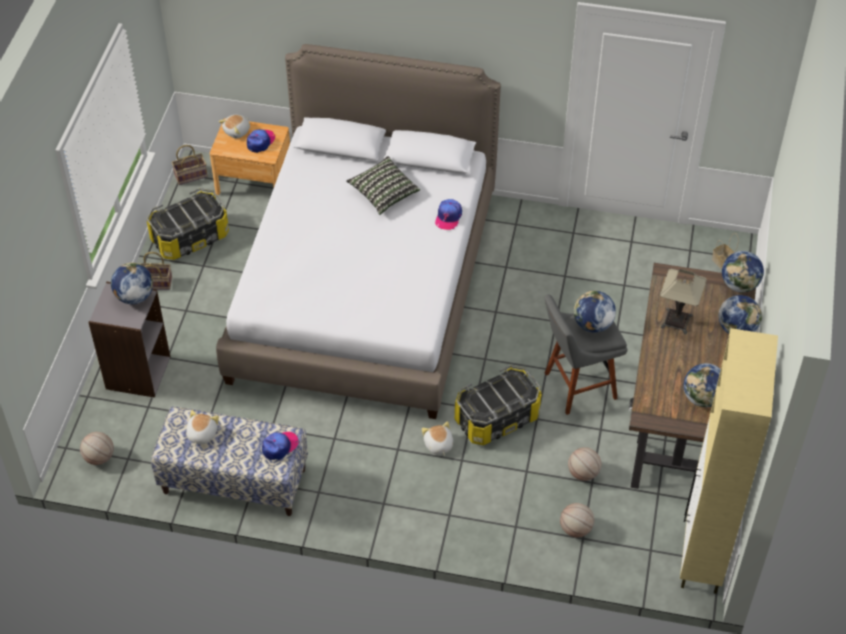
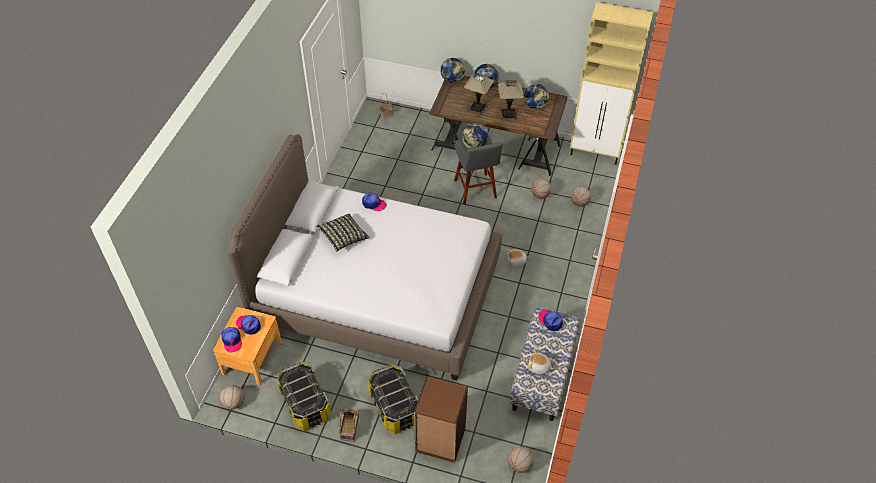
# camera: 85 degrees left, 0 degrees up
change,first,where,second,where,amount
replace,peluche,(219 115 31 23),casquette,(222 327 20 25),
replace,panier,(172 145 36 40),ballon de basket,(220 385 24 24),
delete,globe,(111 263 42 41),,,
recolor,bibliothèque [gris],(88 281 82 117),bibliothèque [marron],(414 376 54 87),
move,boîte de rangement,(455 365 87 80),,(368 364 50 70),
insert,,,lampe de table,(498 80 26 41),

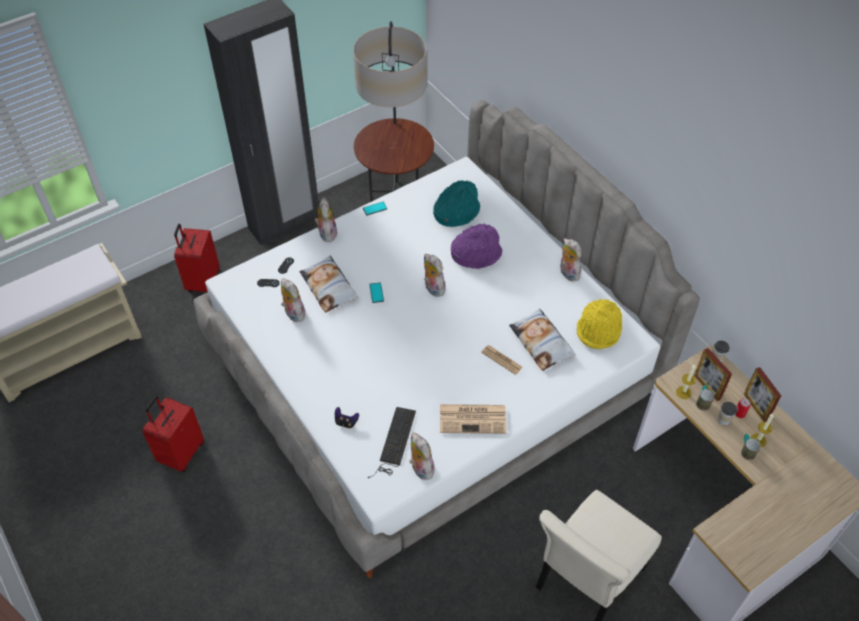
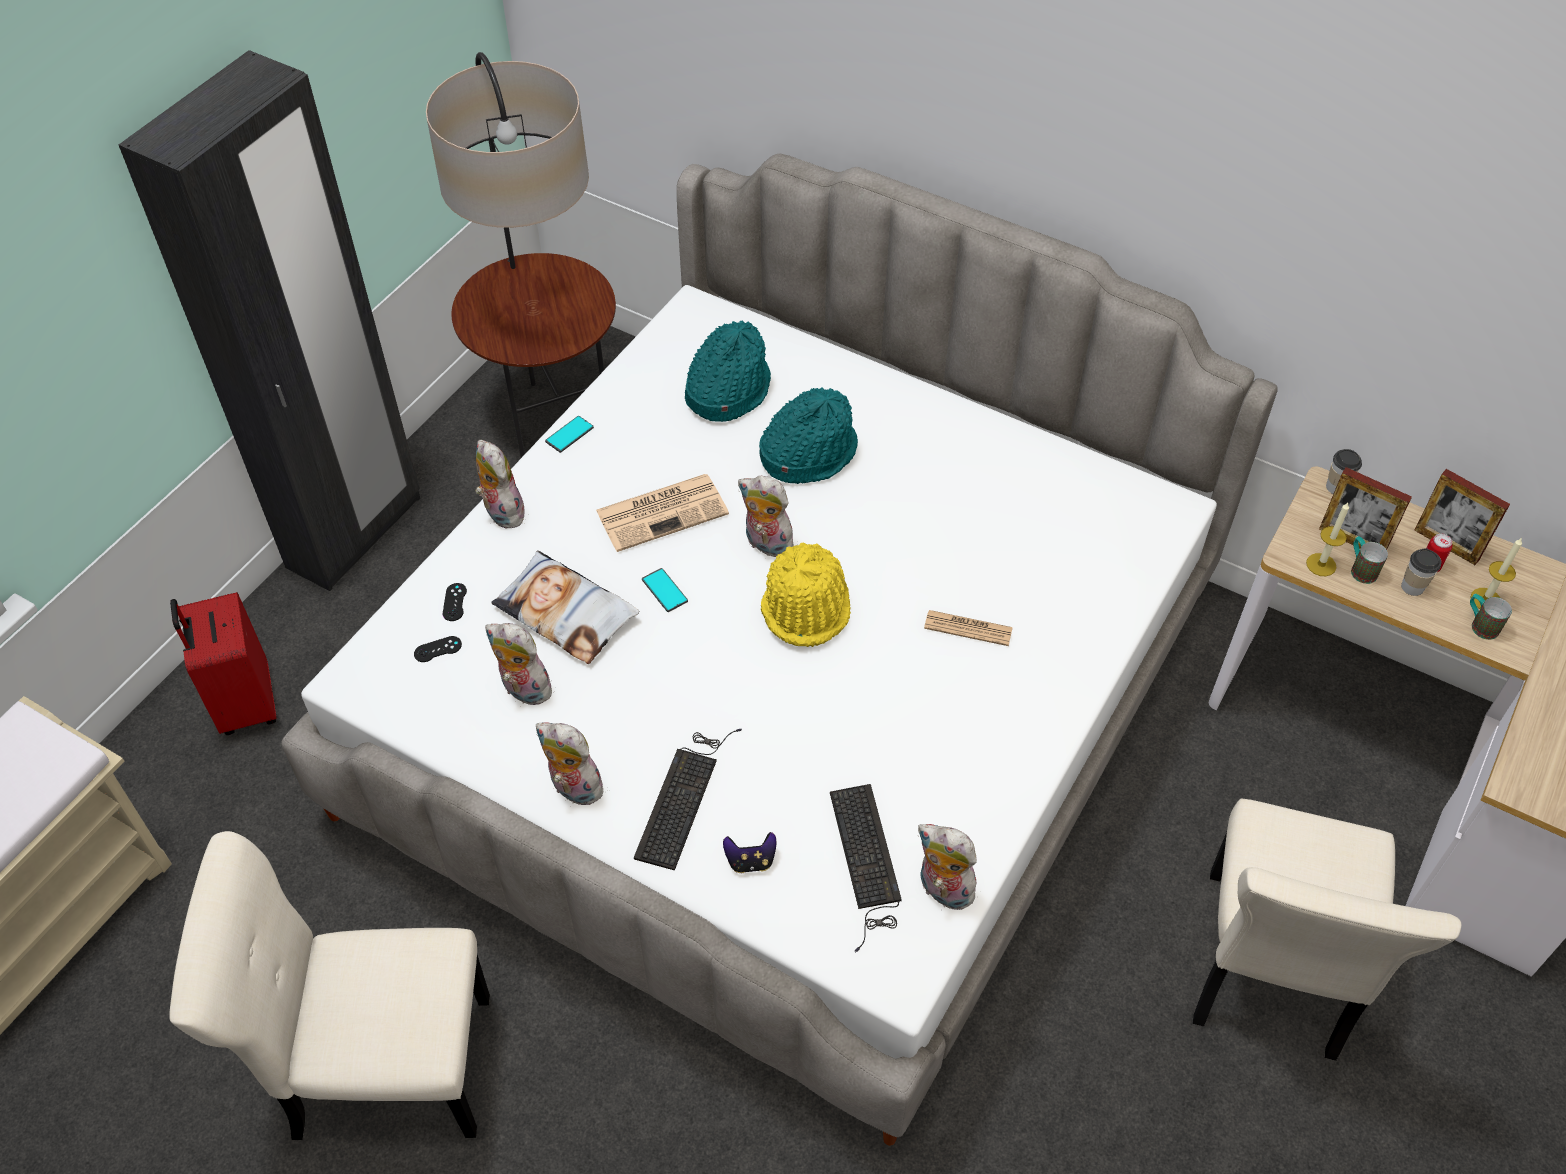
# camera: 25 degrees left, 0 degrees up
change,first,where,second,where,amount
recolor,chapeau [violet],(451 223 51 46),chapeau [turquoise],(759 387 99 97),
move,peluche,(560 238 22 44),,(536 722 67 85),
move,chapeau [jaune],(577 299 45 50),,(761 543 90 104),
delete,coussin,(509 308 67 63),,,
replace,valise [rouge],(142 396 62 76),chaise [beige],(170 831 320 309),
move,journal,(440 404 66 30),,(596 474 133 78),
insert,,,clavier,(634 729 108 142),

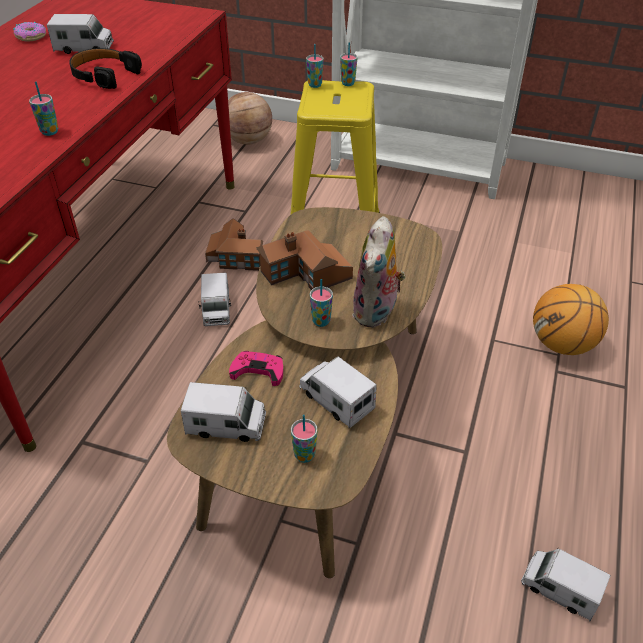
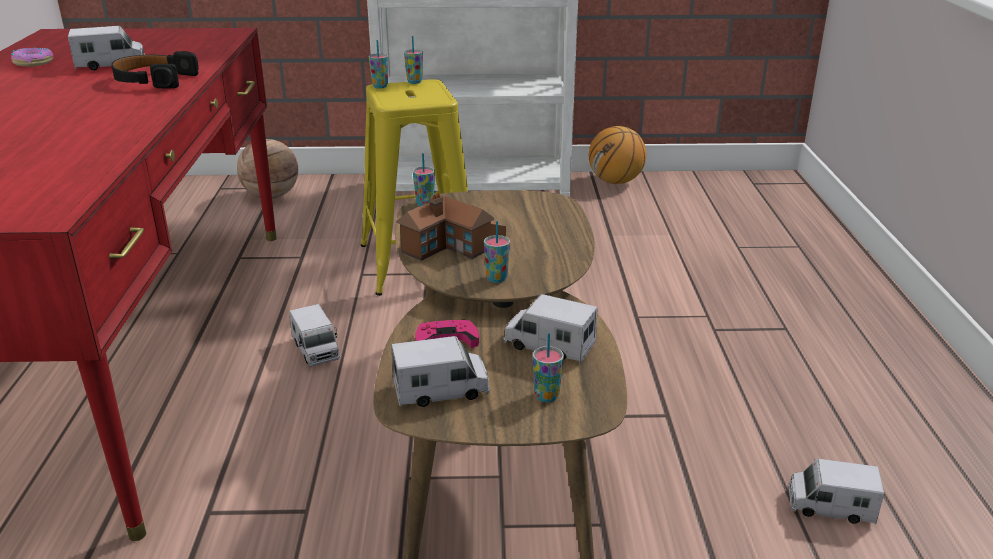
# camera: 20 degrees left, 15 degrees down
change,first,where,second,where,amount
move,tasse,(29 82 29 54),,(413 153 22 53),
delete,peluche,(352 216 54 112),,,
delete,maison miniature,(205 218 58 53),,,
move,ballon de basket,(533 284 76 71),,(589 126 57 58),

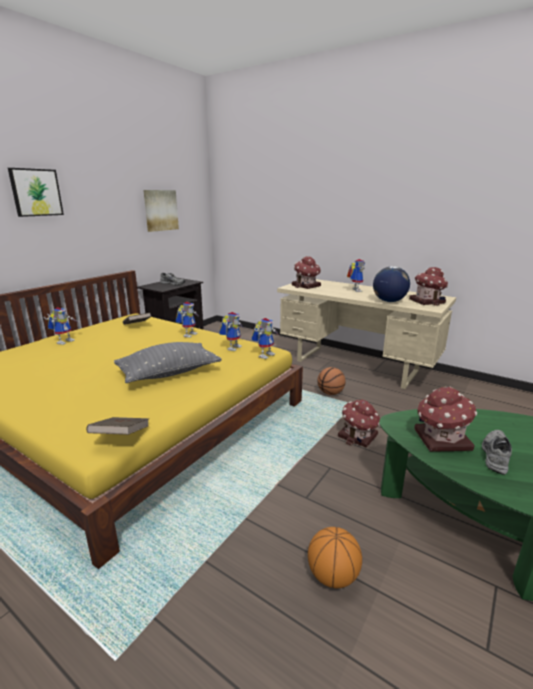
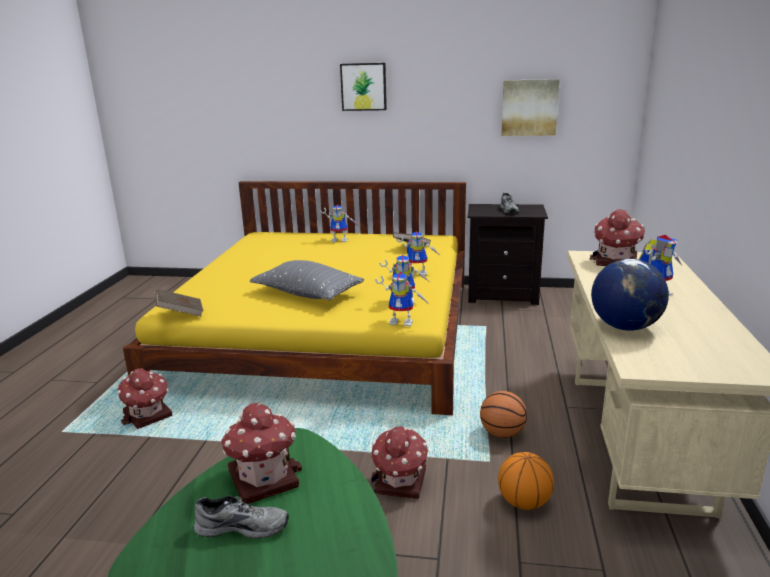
# camera: 65 degrees right, 0 degrees up
change,first,where,second,where,amount
move,maison miniature,(409 267 39 39),,(117 369 55 60),
move,ballon de basket,(308 527 54 61),,(498 452 56 58),

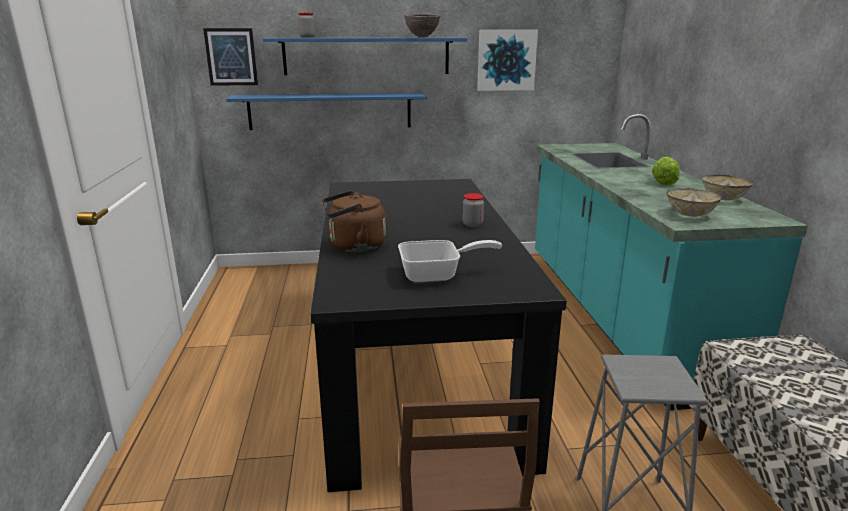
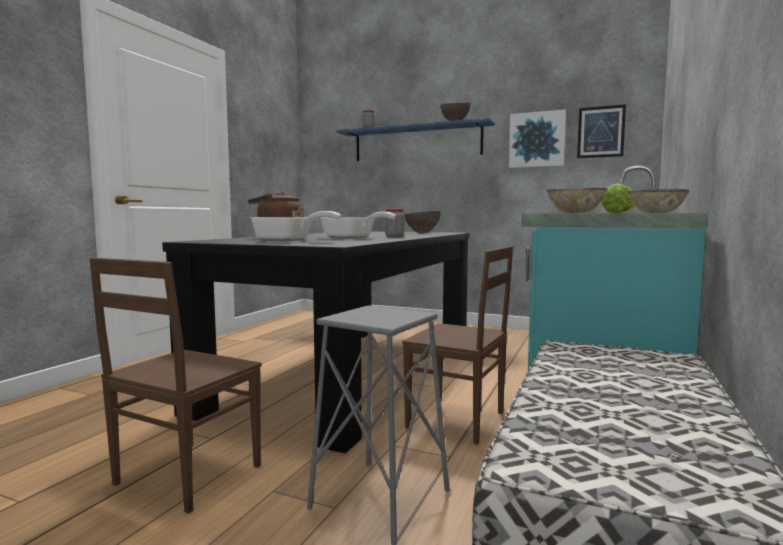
# camera: 30 degrees right, 15 degrees down
change,first,where,second,where,amount
move,tableau,(203 28 55 58),,(577 104 49 54),
delete,étagère [bleu],(226 93 200 37),,,
insert,,,bol [marron],(404 210 37 23),
insert,,,poêle,(321 212 75 27),
insert,,,chaise [marron],(402 246 111 199),

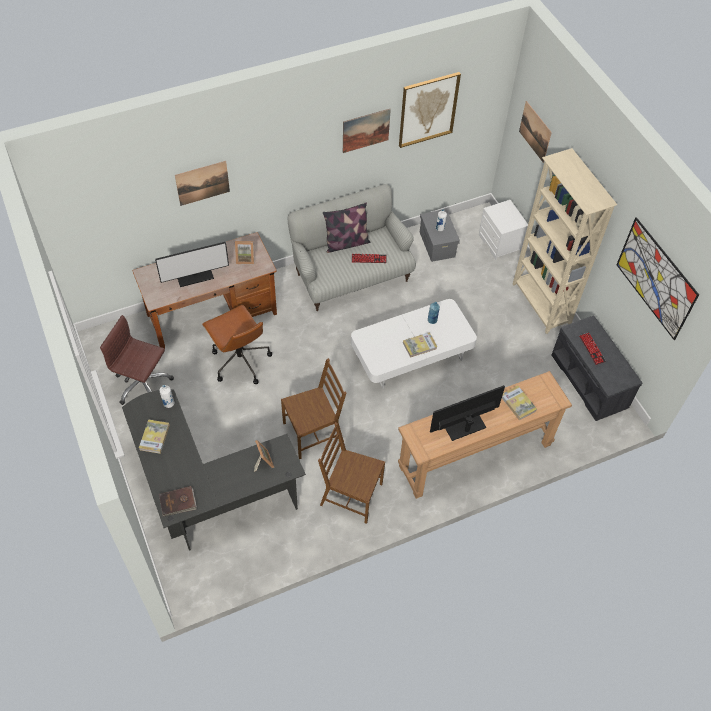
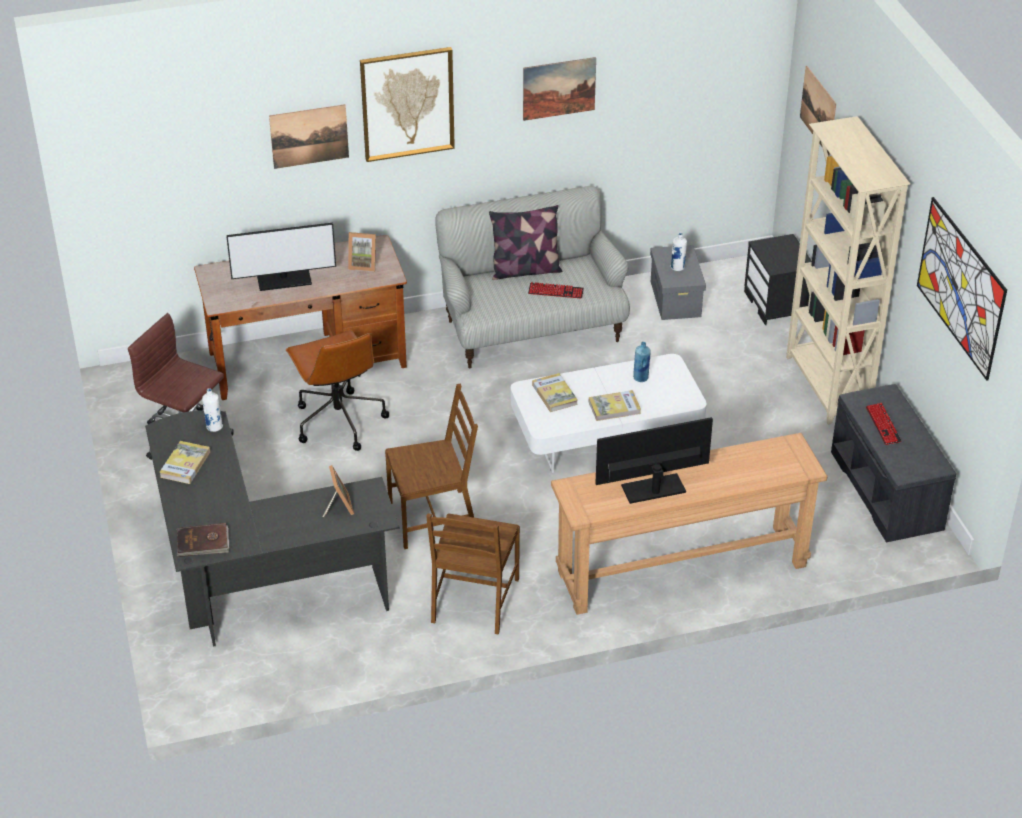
# camera: 10 degrees right, 15 degrees down
change,first,where,second,where,amount
move,tableau,(399 72 62 76),,(360 47 95 115),
recolor,table de chevet [blanc],(479 200 49 60),table de chevet [noir],(744 234 68 91),
move,livre,(502 386 35 34),,(532 373 46 39),
rotate,chaise [marron],(318 422 67 102),,(426 513 94 122),105 degrees counterclockwise

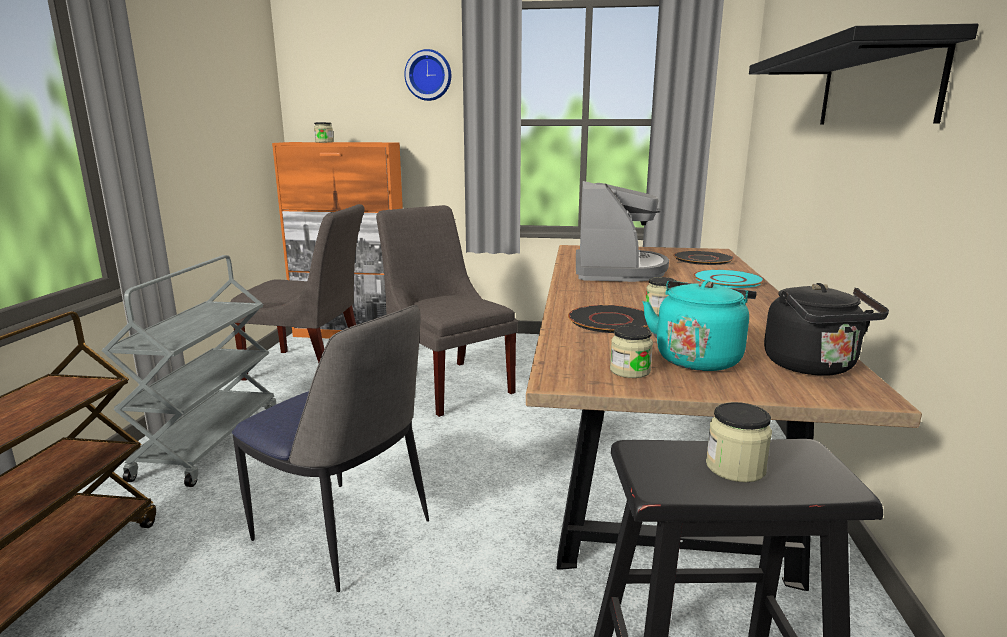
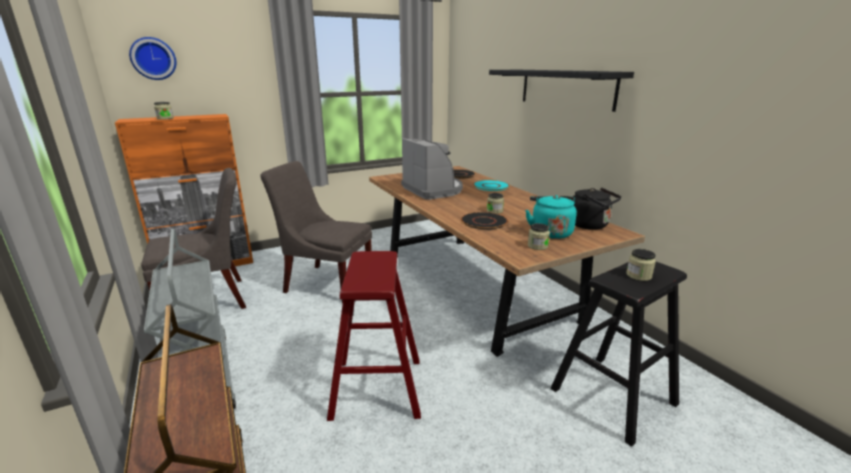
# camera: 35 degrees left, 5 degrees up
change,first,where,second,where,amount
move,horloge murale,(404 49 47 52),,(129 37 47 43),
replace,chaise,(232 305 197 287),tabouret [rouge],(327 251 94 170),

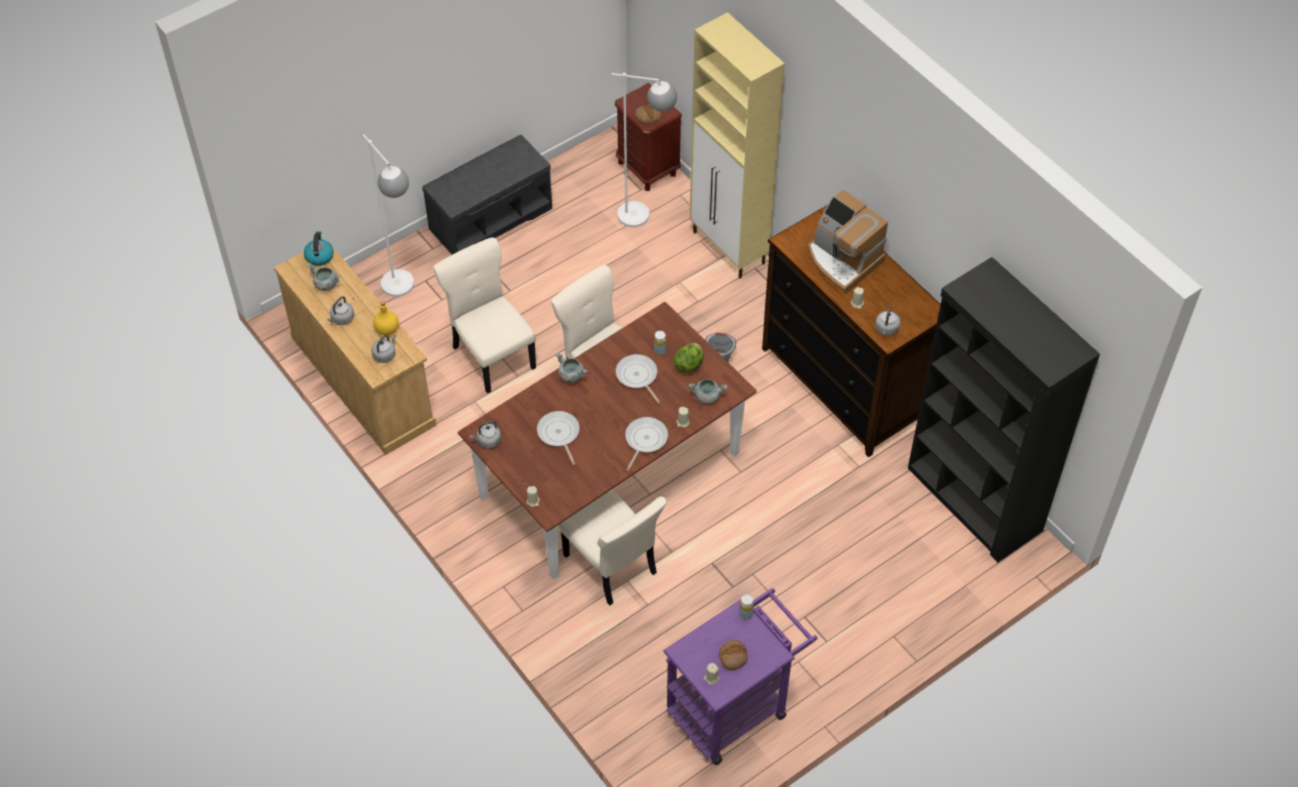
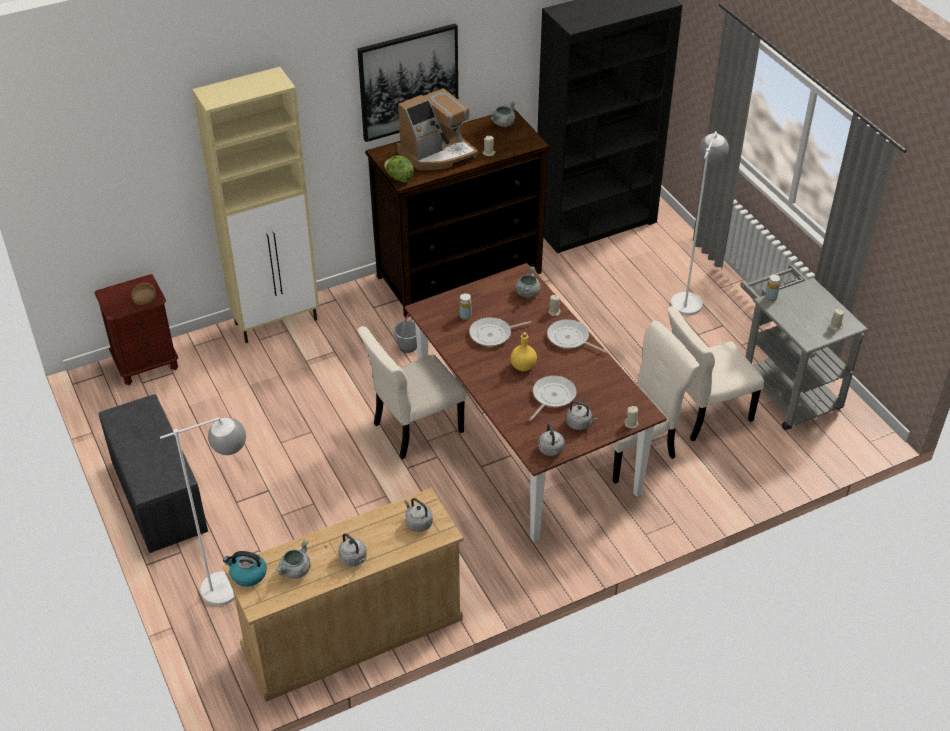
# camera: 80 degrees left, 10 degrees down
change,first,where,second,where,amount
move,lampadaire [blanc],(612 73 65 154),,(671 131 58 184),
move,chaise [beige],(433 237 103 157),,(667 306 97 135),
move,bouteille [jaune],(373 301 26 34),,(510 332 27 39),
move,bouilloire [gris],(875 305 25 31),,(566 401 32 29),
move,laitue,(673 343 30 30),,(384 155 30 28),
move,marmite [gris],(556 353 31 30),,(490 101 26 26),
rotate,poêle,(537 411 43 54),,(529 375 48 46),135 degrees clockwise
recolor,chariot [violet],(663 588 154 177),chariot [gris],(740 265 128 165),
delete,pain,(719 640 29 30),,,
insert,,,tableau,(357 24 101 118),

